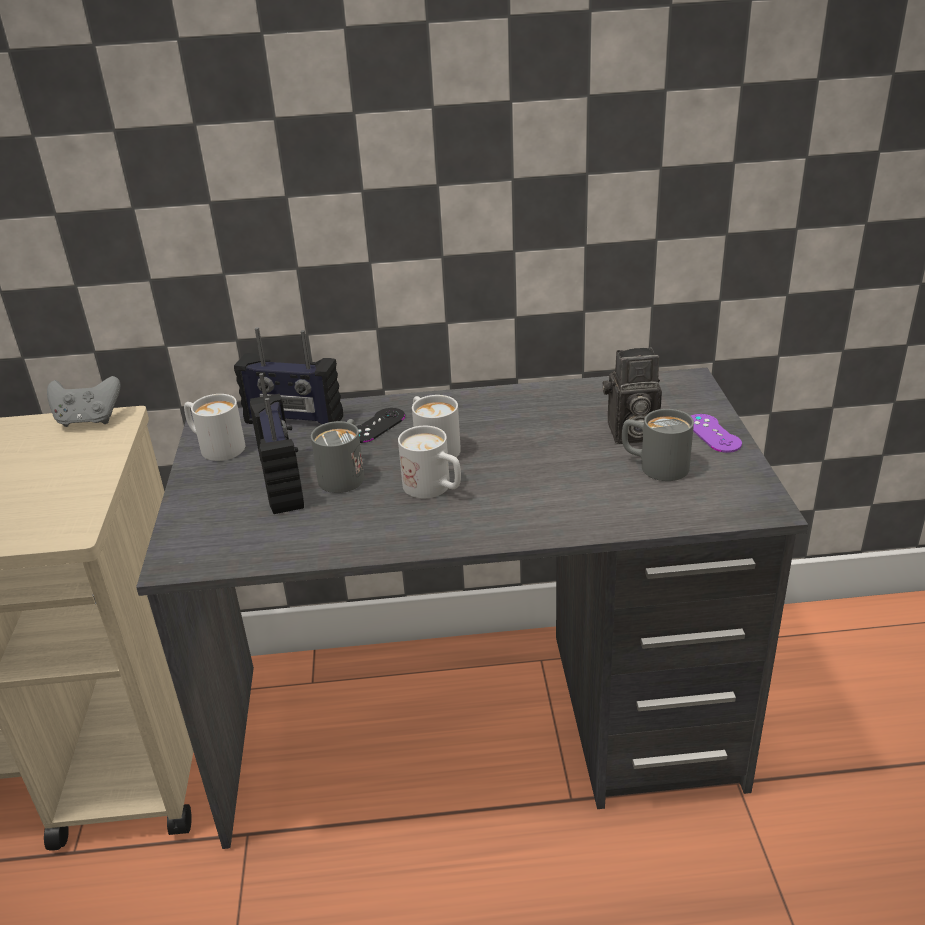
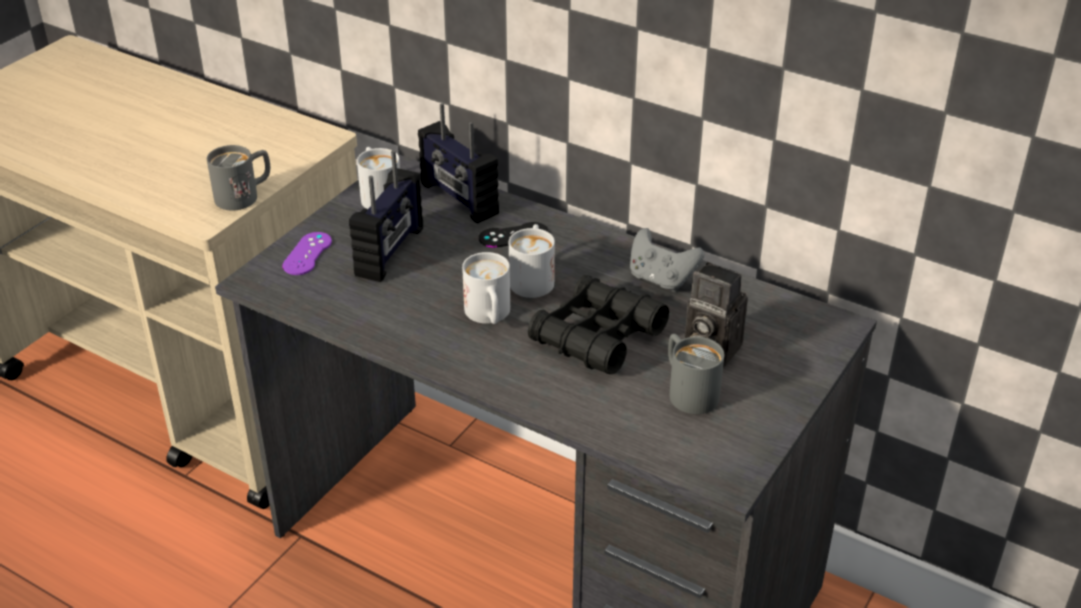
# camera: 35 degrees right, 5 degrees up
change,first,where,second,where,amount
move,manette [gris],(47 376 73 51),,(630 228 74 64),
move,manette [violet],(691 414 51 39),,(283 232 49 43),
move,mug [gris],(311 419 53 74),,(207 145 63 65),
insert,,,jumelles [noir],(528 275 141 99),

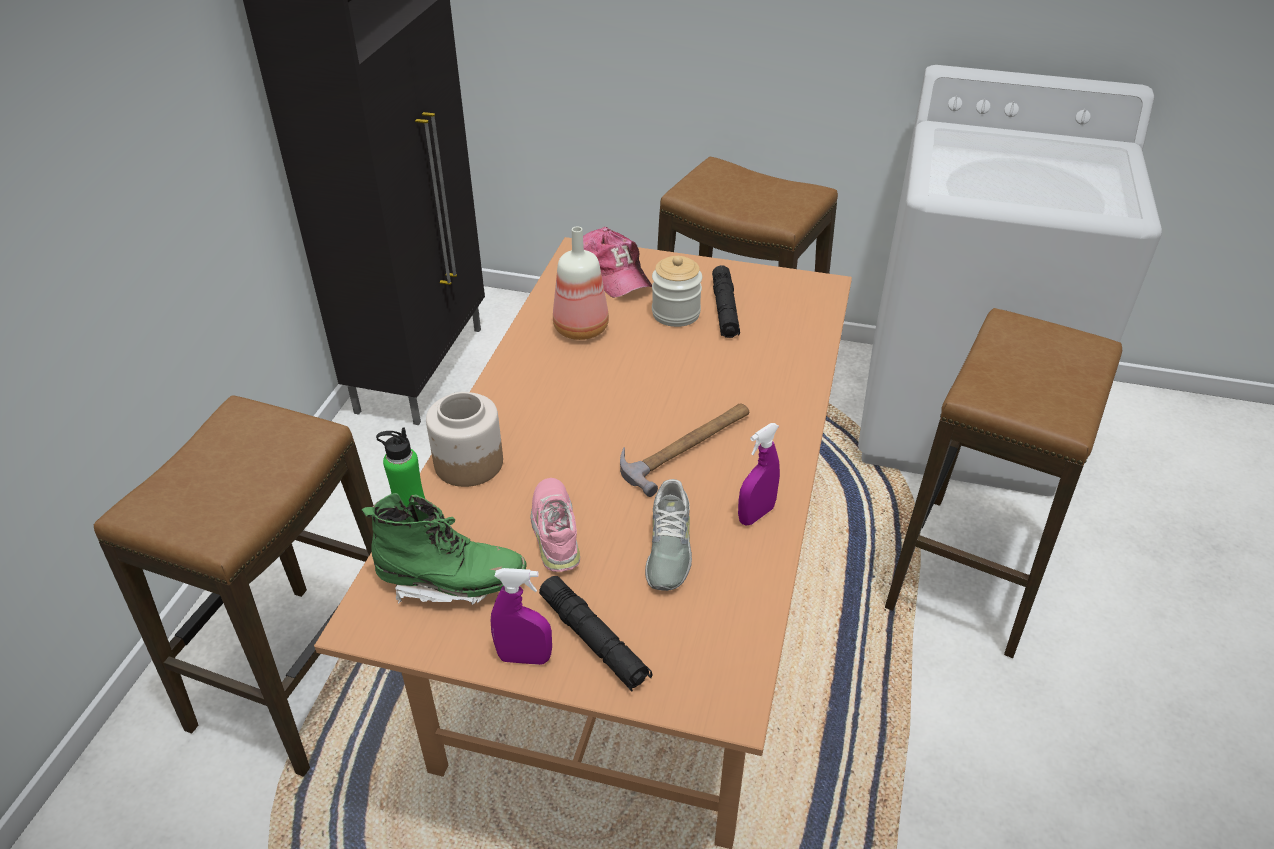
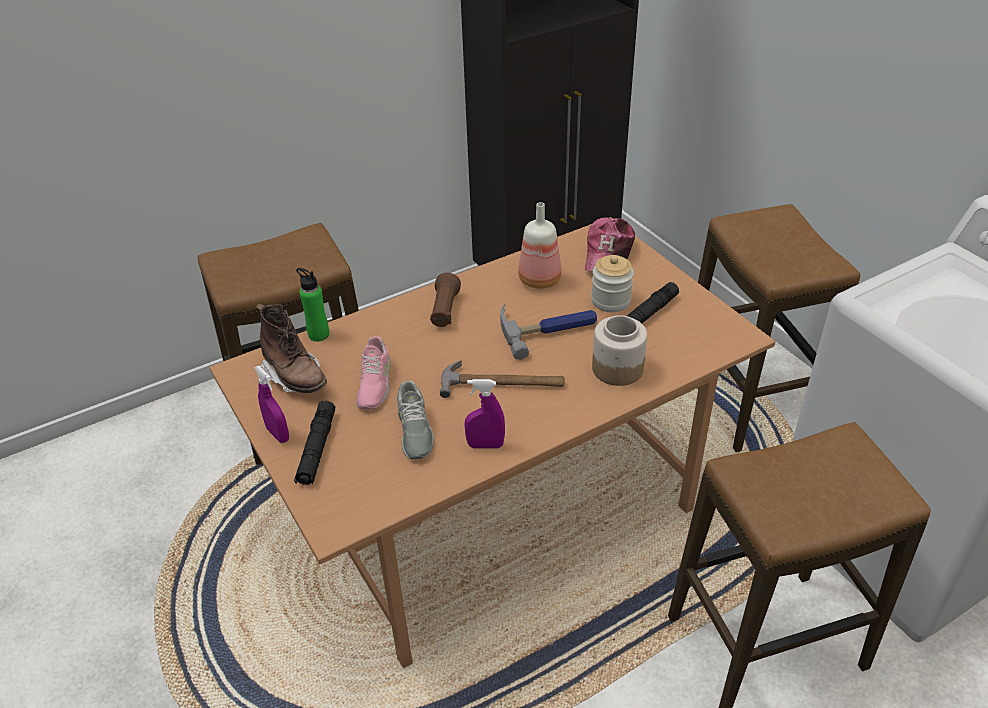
# camera: 45 degrees right, 0 degrees up
change,first,where,second,where,amount
move,bocal,(426 392 77 95),,(592 315 55 71),
rotate,chaussure [rose],(530 478 50 94),,(356 336 35 73),150 degrees clockwise
rotate,chaussure [gris],(645 479 47 112),,(397 380 37 79),60 degrees counterclockwise
recolor,botte [vert],(362 493 165 112),botte [marron],(255 304 72 89),
insert,,,lampe de poche [marron],(430 272 31 55),
insert,,,marteau,(500 304 97 56),

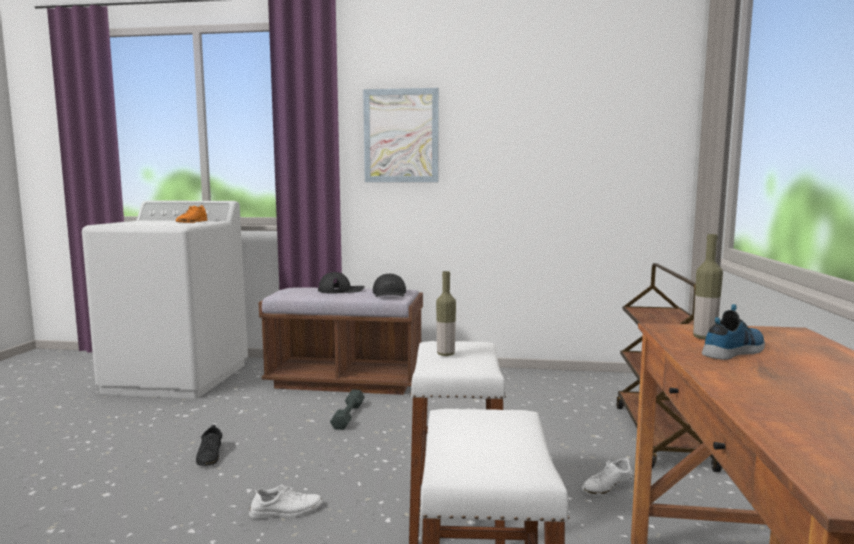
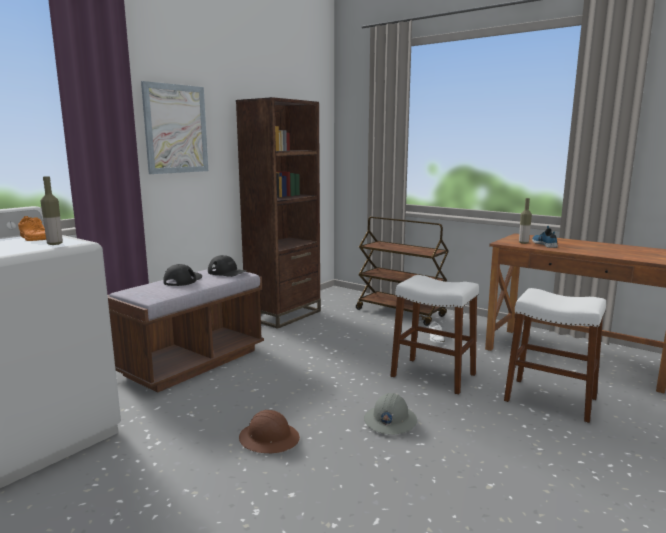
# camera: 60 degrees left, 5 degrees up
change,first,where,second,where,amount
move,bouteille,(436 271 20 85),,(41 176 22 69),
delete,haltère [gris],(330 390 35 40),,,
replace,chaussure [noir],(196 425 26 41),casque de chantier [marron],(239 410 61 44),
replace,chaussure [blanc],(249 484 73 35),casque de chantier [gris],(364 393 53 41),
insert,,,bibliothèque [marron],(236 97 85 232),

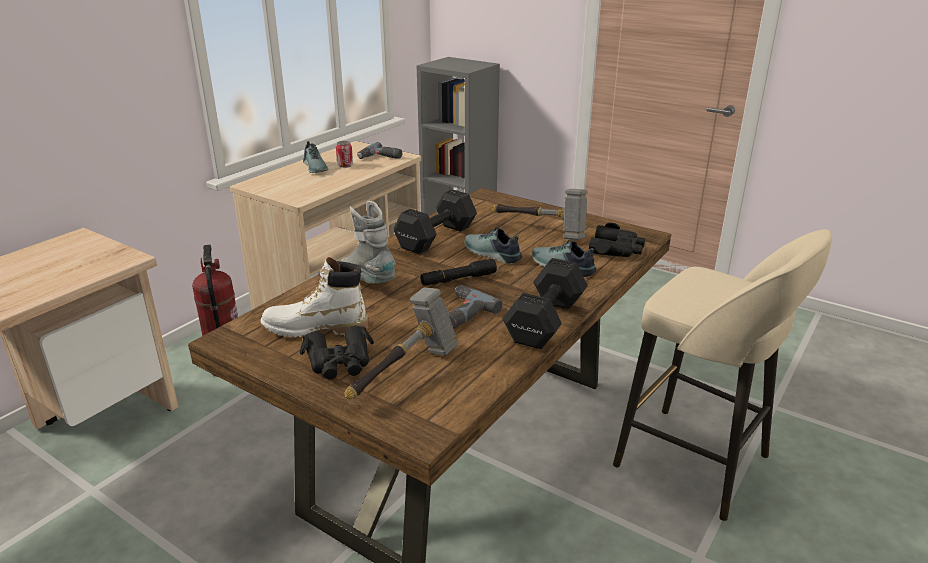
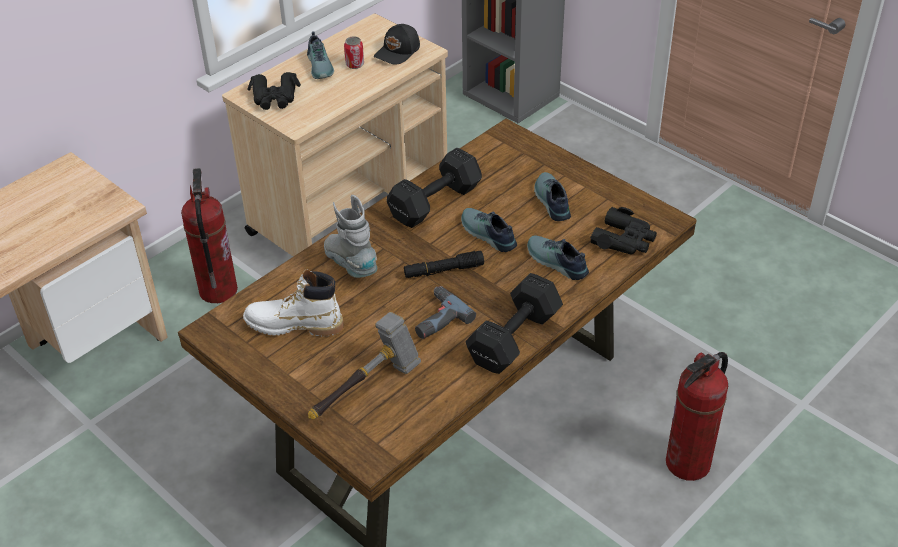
# camera: 10 degrees right, 15 degrees up
change,first,where,second,where,amount
replace,perceuse,(357 142 45 17),casquette [noir],(374 24 46 41),
replace,marteau,(492 189 95 51),chaussure,(534 172 37 49),
replace,tabouret [beige],(613 229 220 292),extincteur,(666 352 62 129),
move,jumelles [noir],(300 326 74 54),,(247 72 54 38),

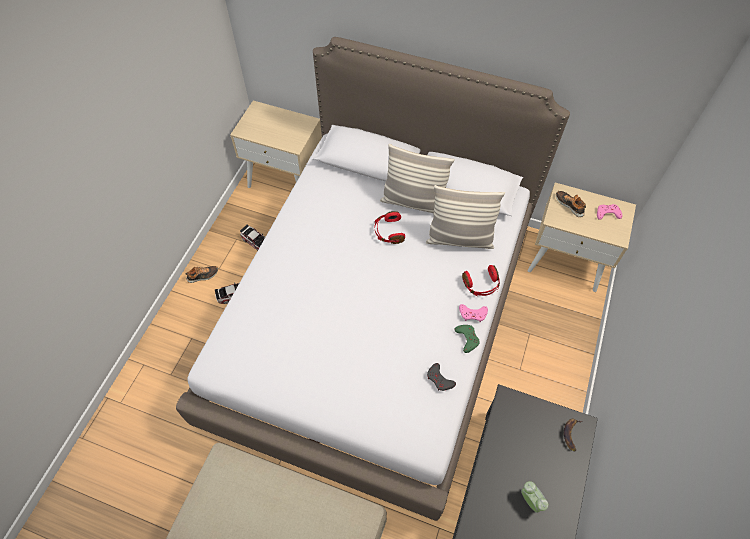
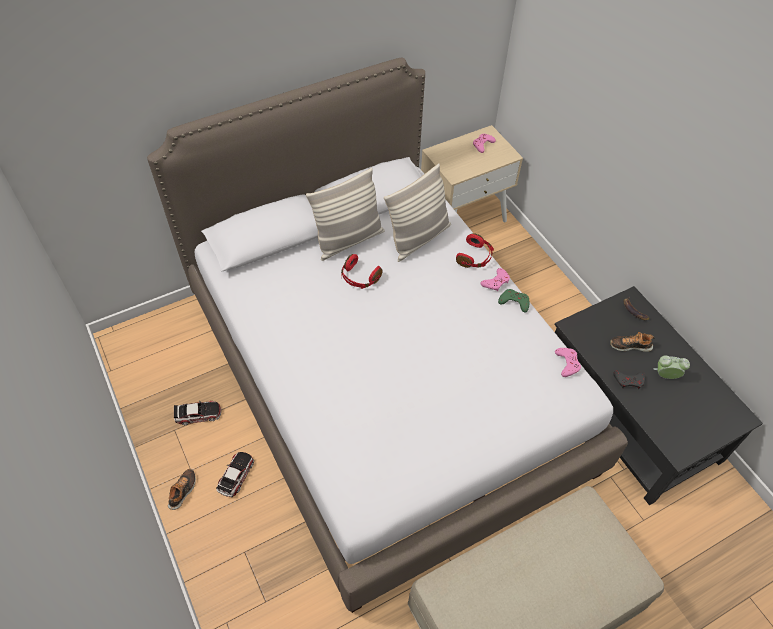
# camera: 50 degrees left, 5 degrees down
change,first,where,second,where,amount
delete,table de chevet [beige],(230 101 92 87),,,
move,chaussure,(556 191 30 26),,(610 332 45 20),
move,manette [gris],(427 363 29 28),,(613 371 33 18),
insert,,,manette [rose],(555 348 26 29),

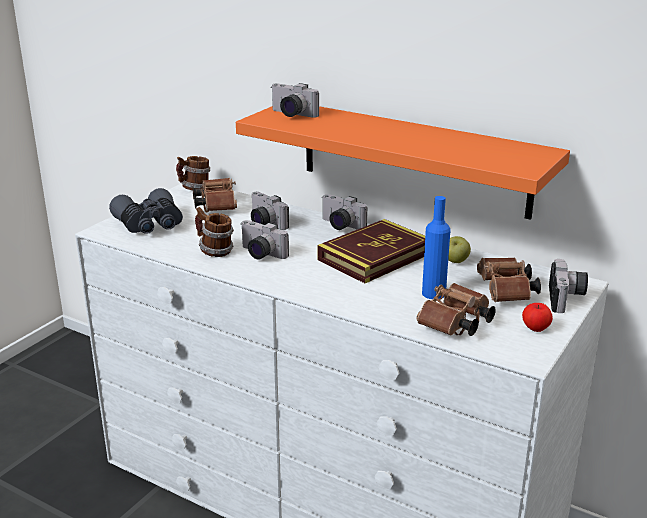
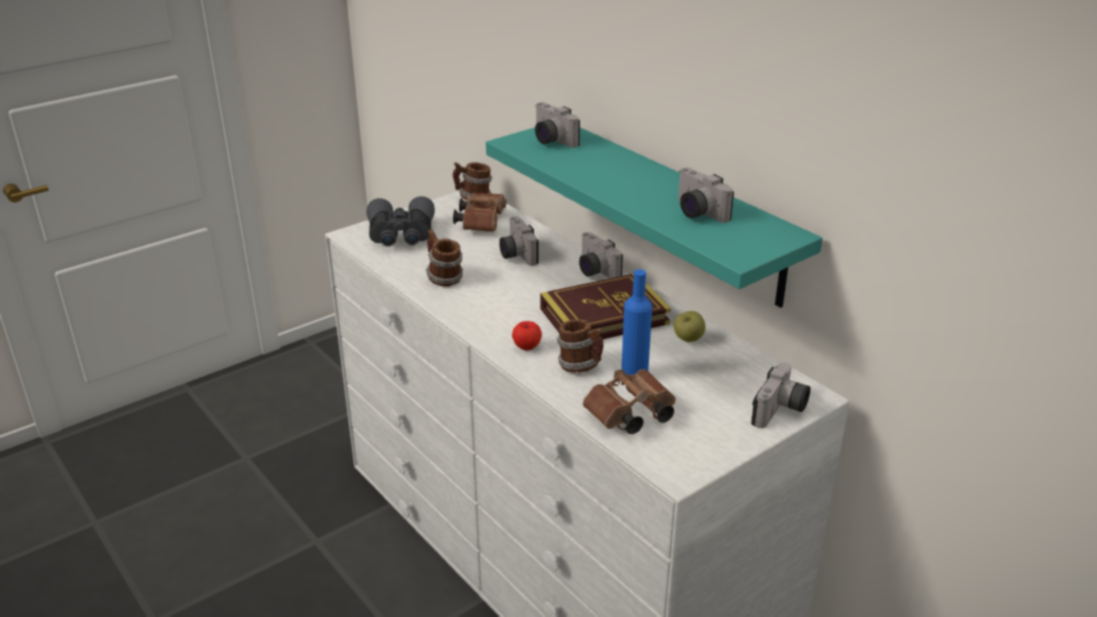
# camera: 20 degrees right, 5 degrees up
change,first,where,second,where,amount
recolor,étagère [orange],(236 106 334 114),étagère [turquoise],(486 127 337 181),
move,appareil photo,(241 220 48 40),,(678 167 56 56),
delete,jumelles [marron],(477 258 64 44),,,
move,pomme,(522 303 31 29),,(512 321 30 30),
insert,,,mug,(557 319 47 54),

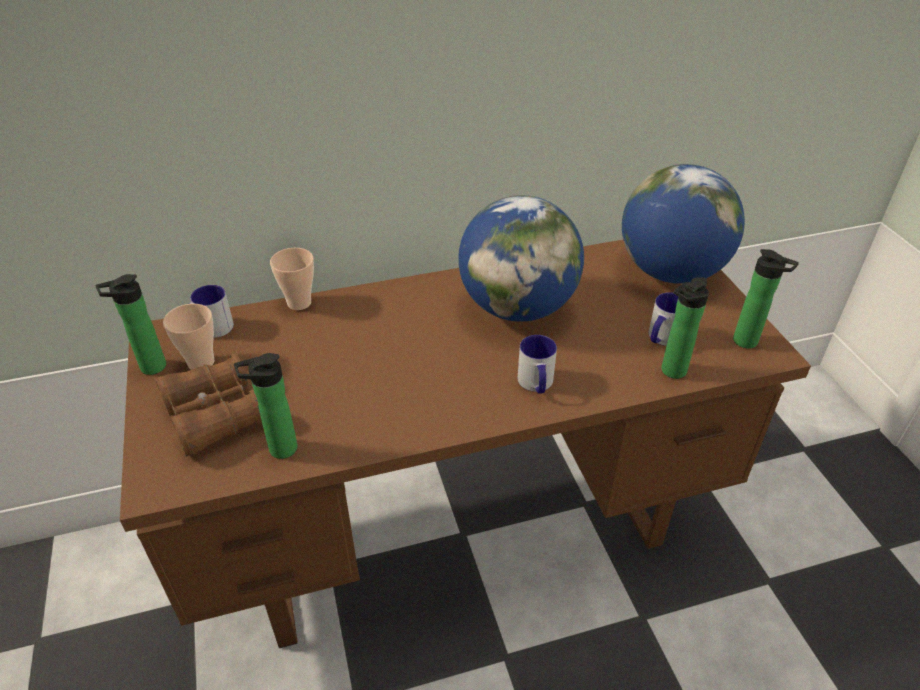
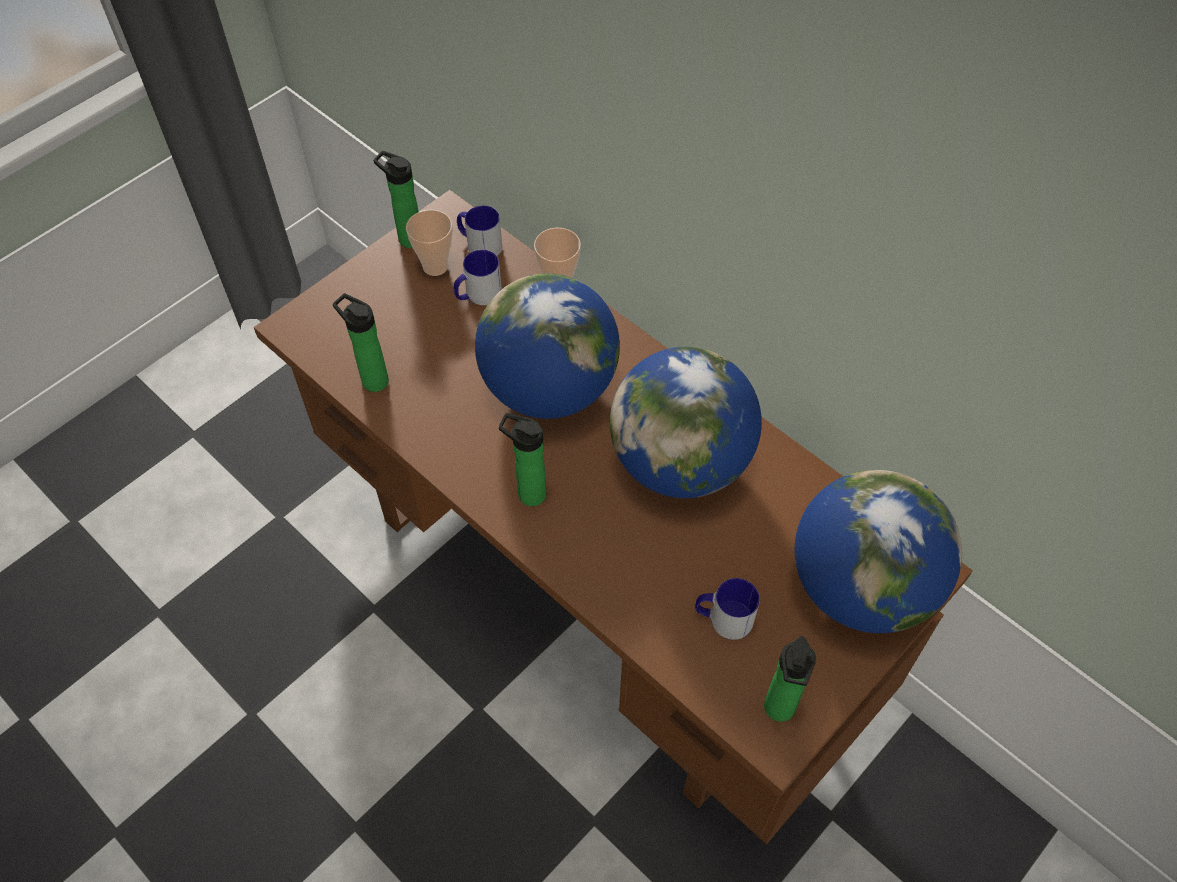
# camera: 60 degrees right, 15 degrees up
change,first,where,second,where,amount
move,bouteille,(661 277 48 102),,(499 413 47 93),
move,mug,(518 335 39 59),,(454 250 48 55),
delete,jumelles [marron],(155 353 107 104),,,
insert,,,globe,(475 273 145 146),

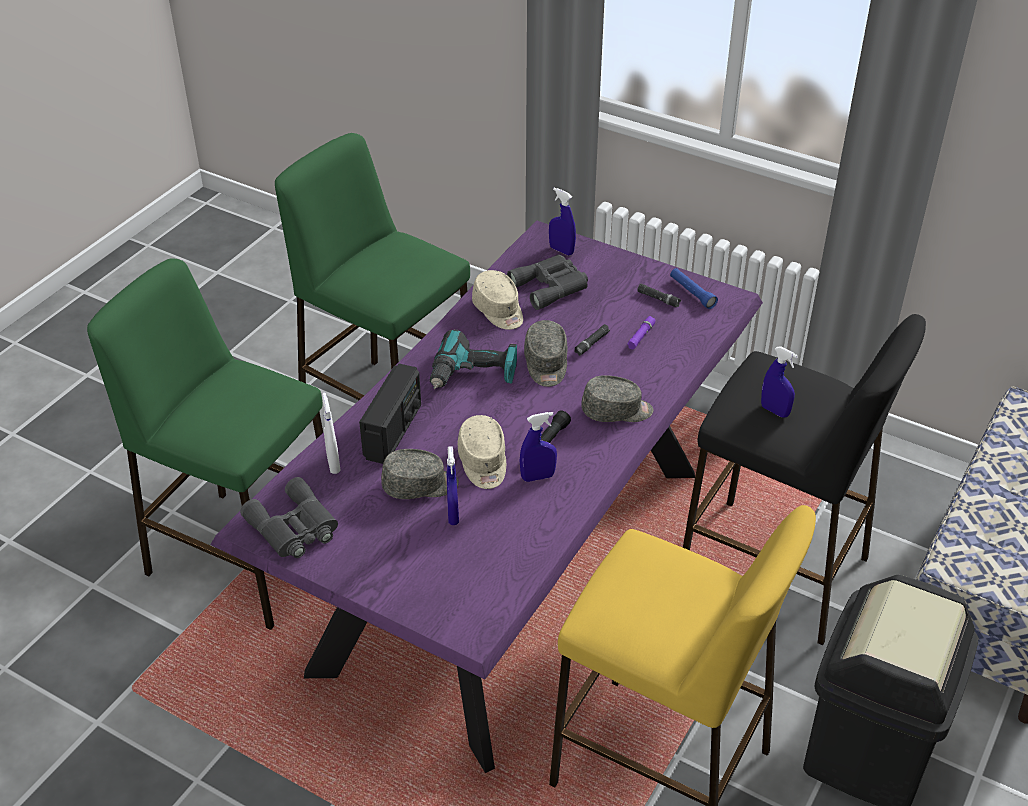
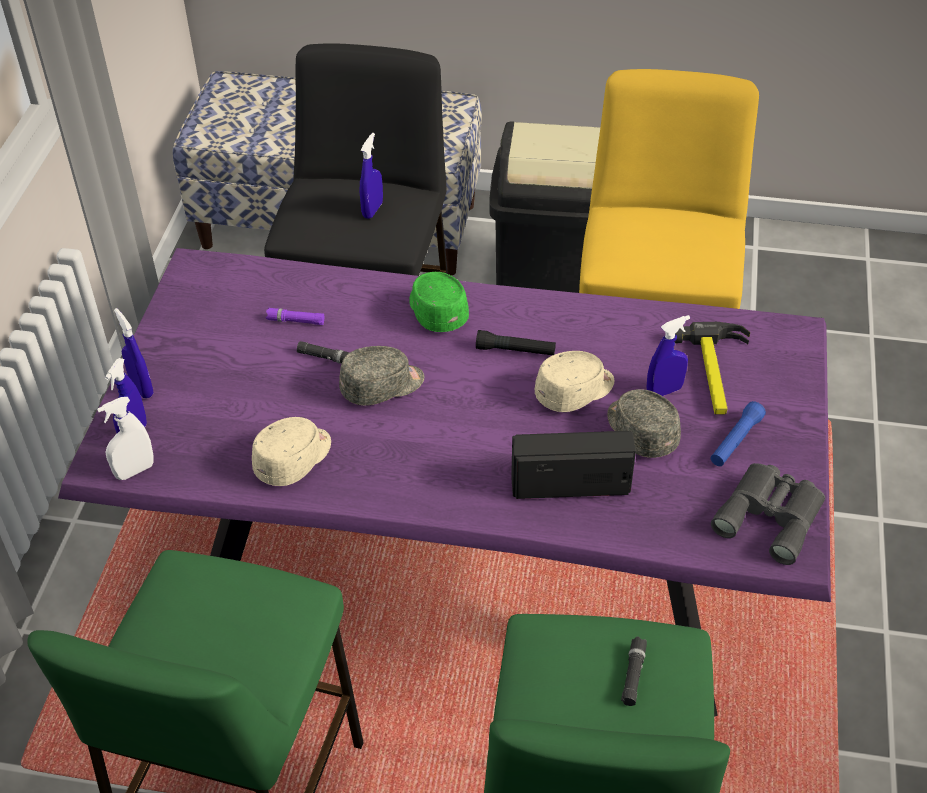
# camera: 110 degrees left, 5 degrees up
change,first,where,second,where,amount
delete,jumelles [gris],(507 255 81 55),,,
move,lampe de poche [bleu],(670 268 48 41),,(711 401 55 65),
move,lampe de poche [noir],(637 284 44 24),,(621 637 26 69),
delete,perceuse,(430 329 87 60),,,
recolor,casquette [gris],(581 375 72 47),casquette [vert],(409 272 60 60),
move,vaporisateur [blanc],(322 392 19 82),,(97 397 57 83),
move,vaporisateur [bleu],(520 412 37 70),,(114 308 40 91),
insert,,,marteau,(675 322 75 93),

